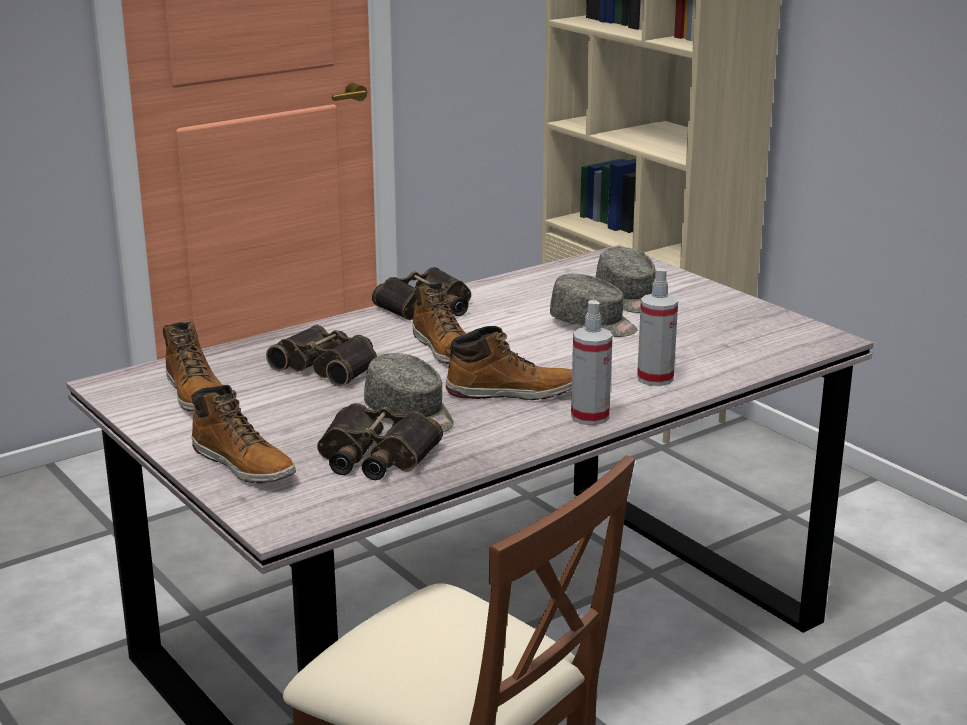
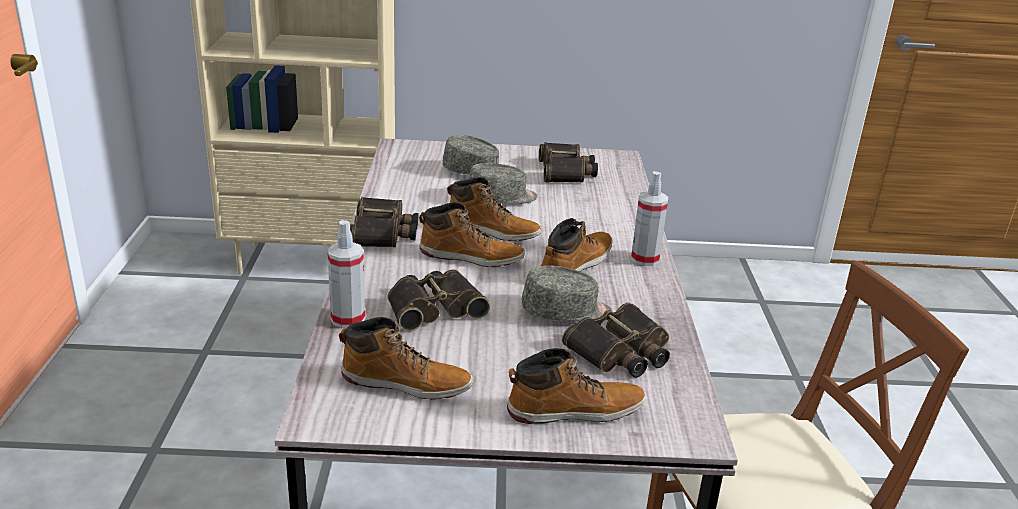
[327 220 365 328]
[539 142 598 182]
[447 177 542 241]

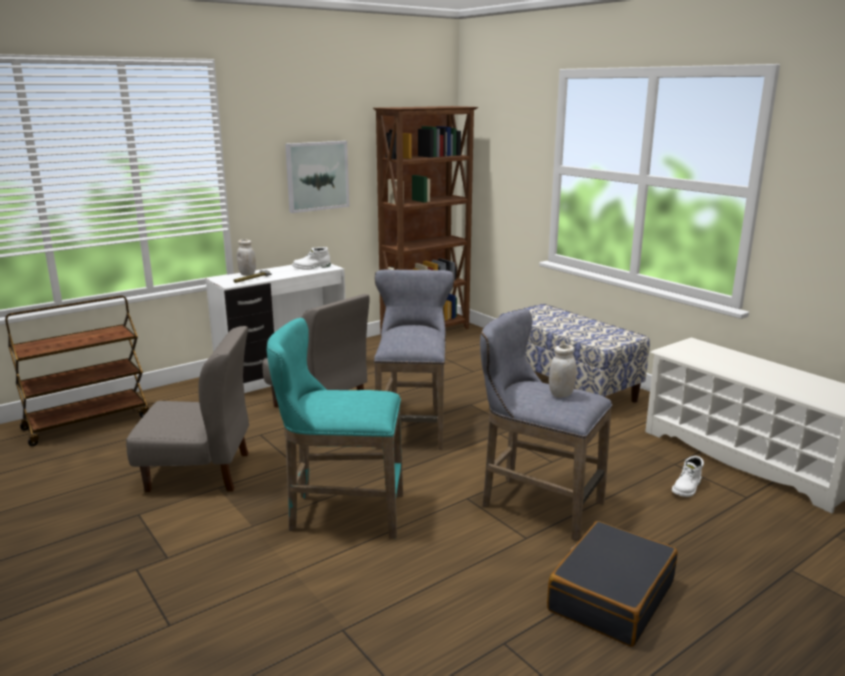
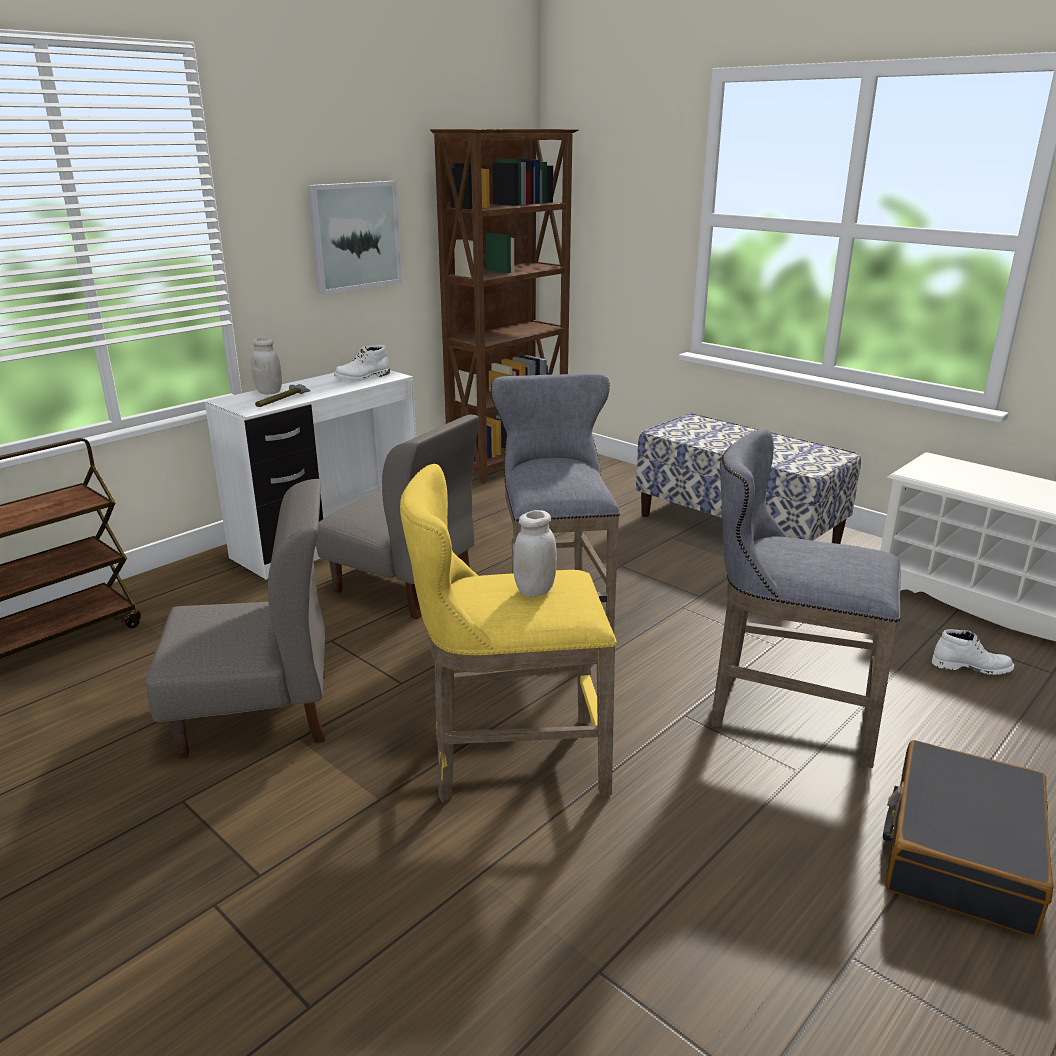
[400 464 617 802]
[513 510 557 597]
[932 629 1014 675]

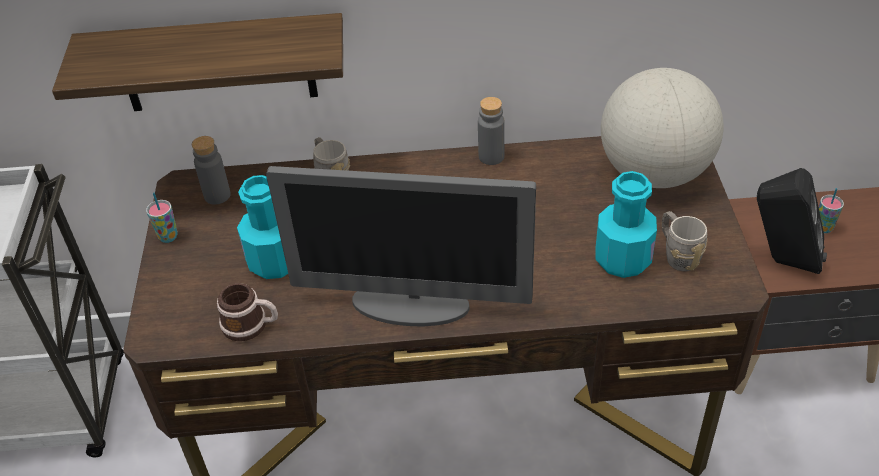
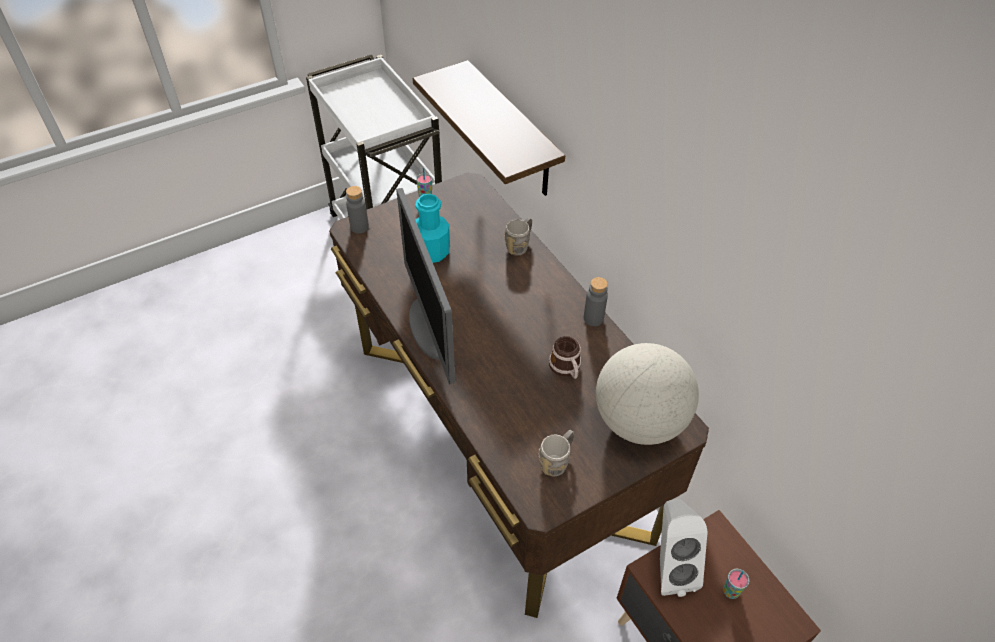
[346 186 369 233]
[660 499 708 597]
[595 171 657 278] (first image)
[549 336 581 379]

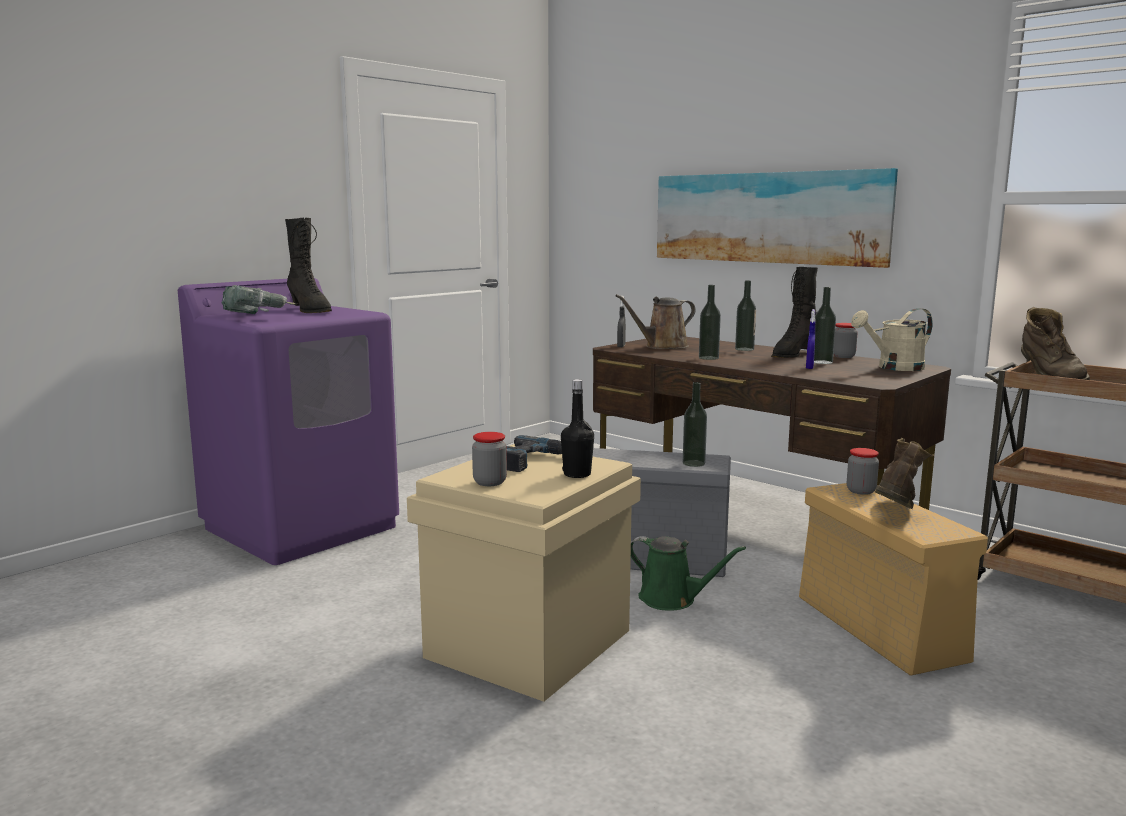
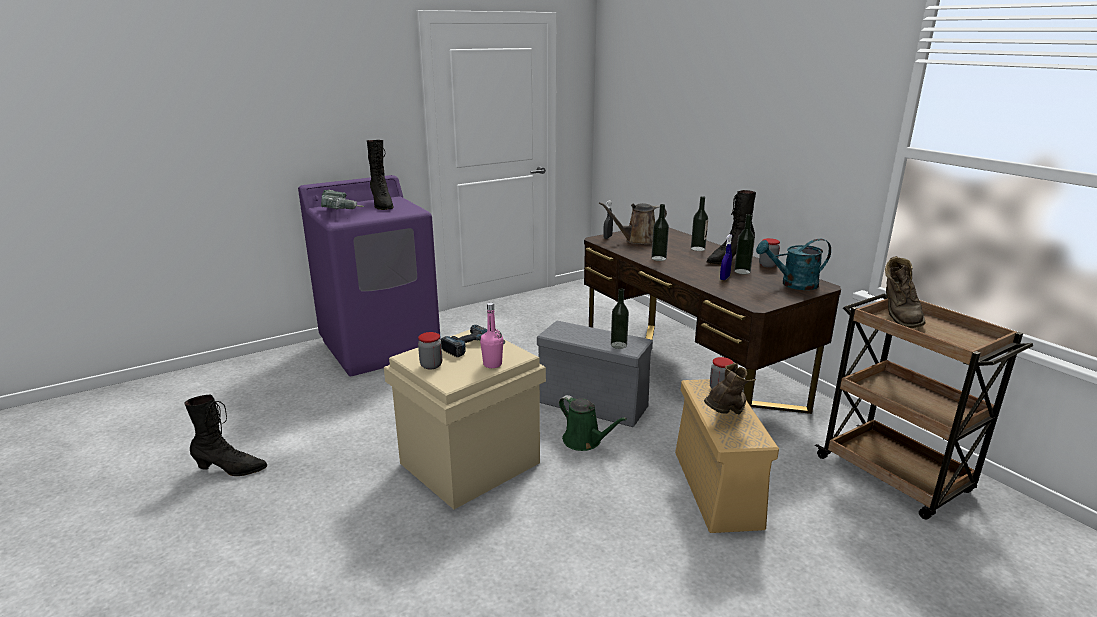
[657 168 898 268] (first image)
[756 239 831 290]
[480 302 503 368]
[185 395 267 476]

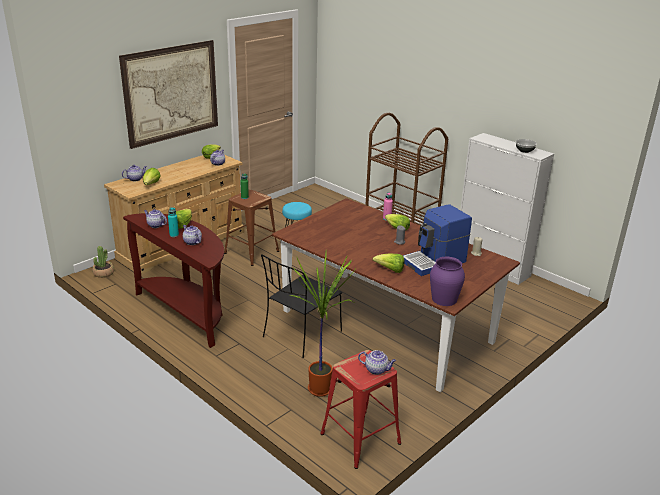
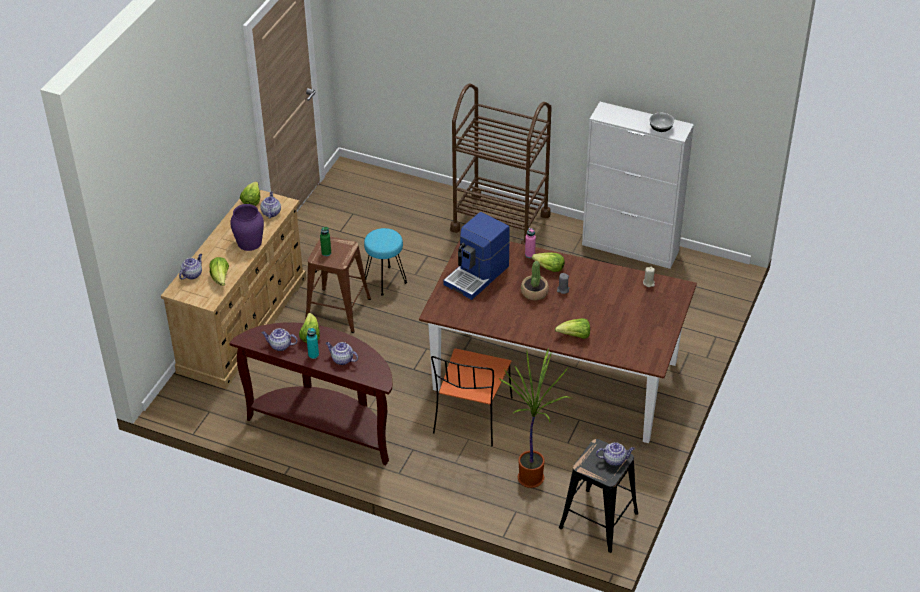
[119 40 218 149] (first image)
[443 212 510 300]
[521 261 549 300]
[431 348 512 447]
[230 204 264 251]
[559 439 638 553]

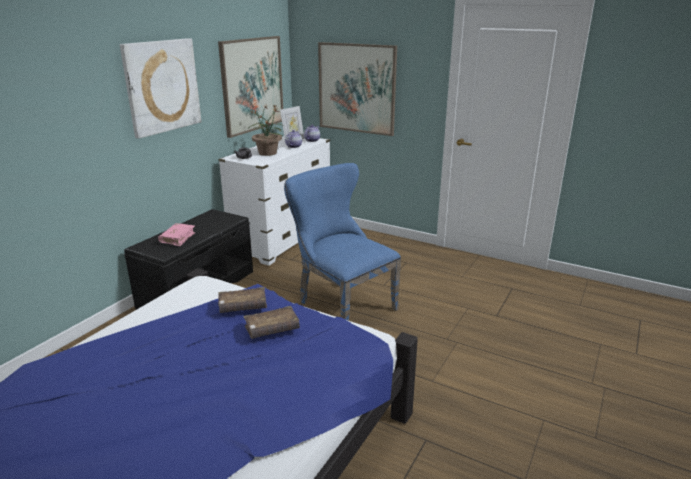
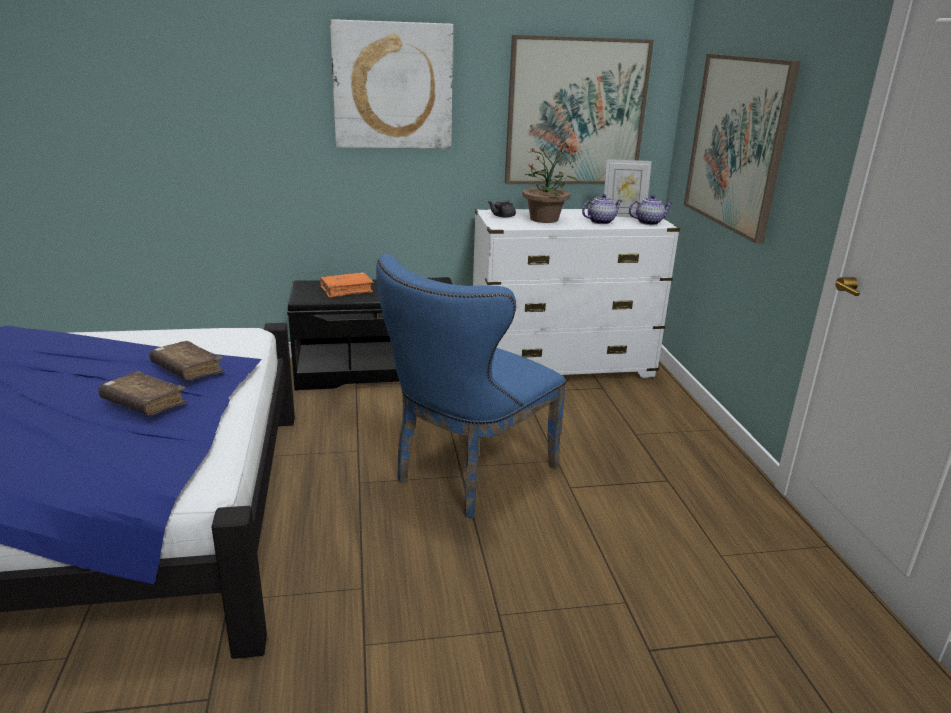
[376 254 566 518]
[320 272 374 298]

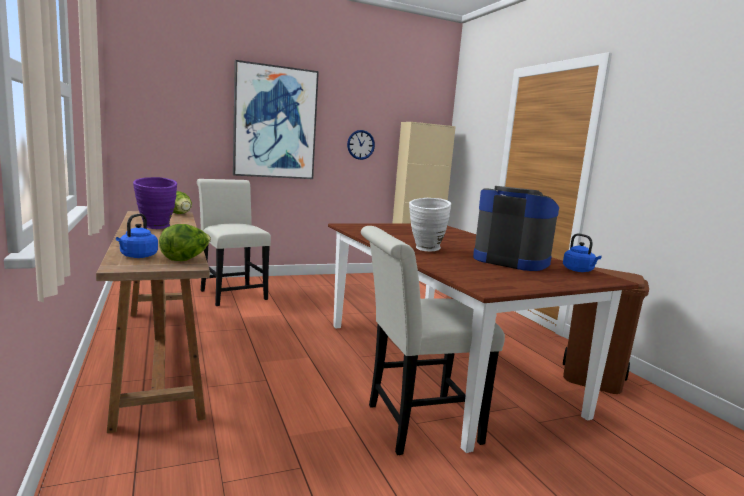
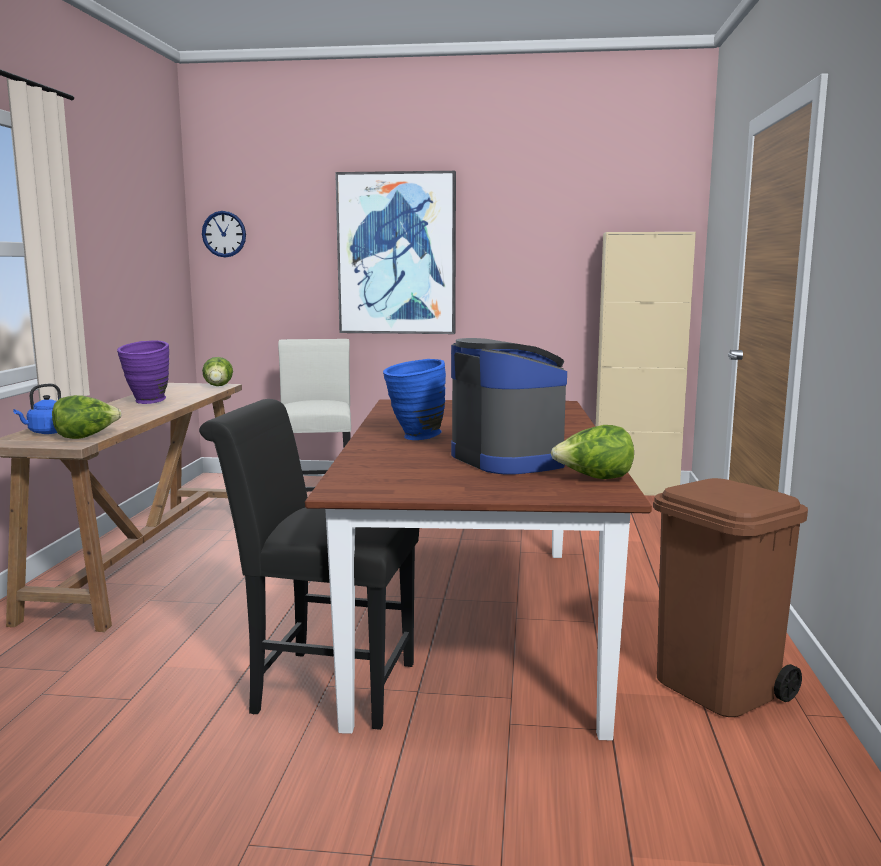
[202 211 246 257]
[383 359 446 440]
[199 399 419 730]
[551 425 634 479]

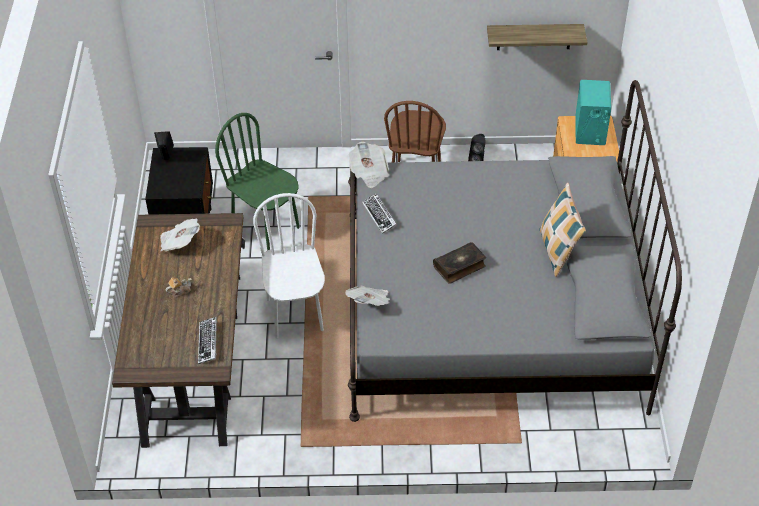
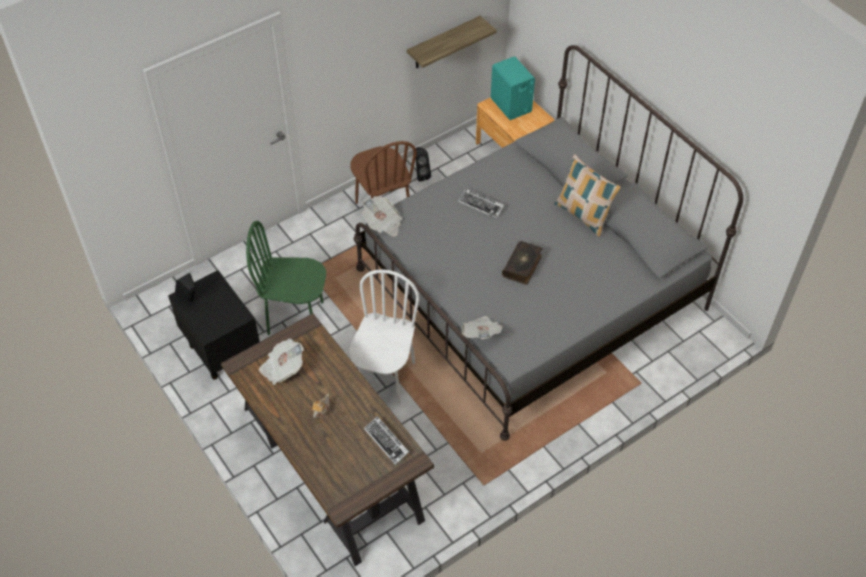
[349 269 420 404]
[458 188 504 219]

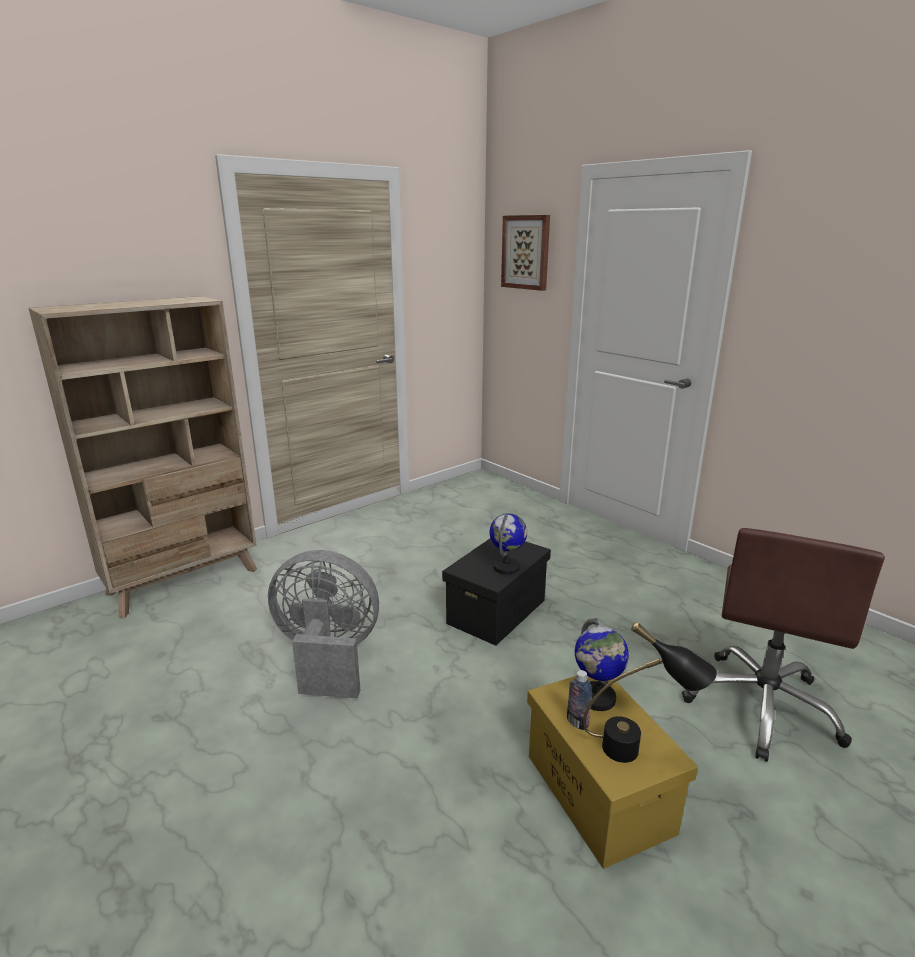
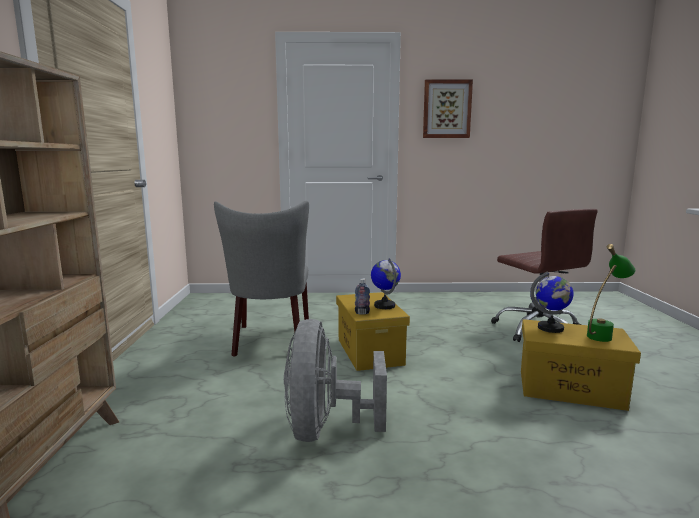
[423 79 473 138]
[336 292 410 371]
[284 319 387 442]
[587 244 635 342]
[355 278 370 315]
[214 201 309 357]

